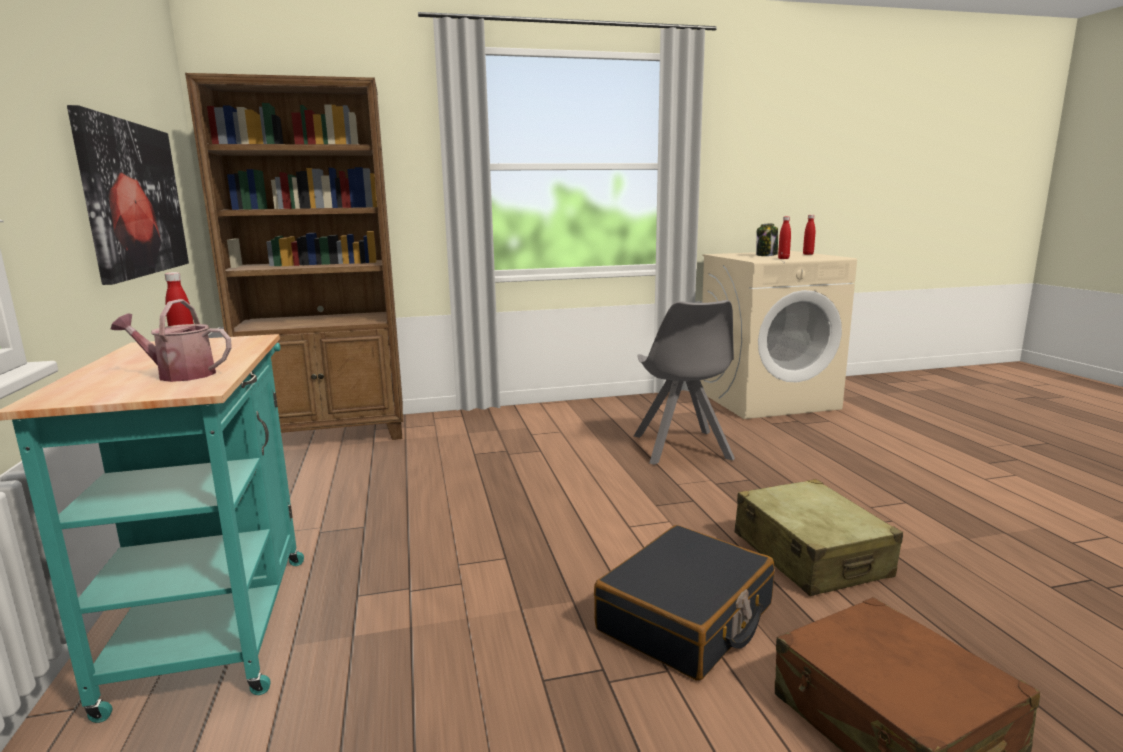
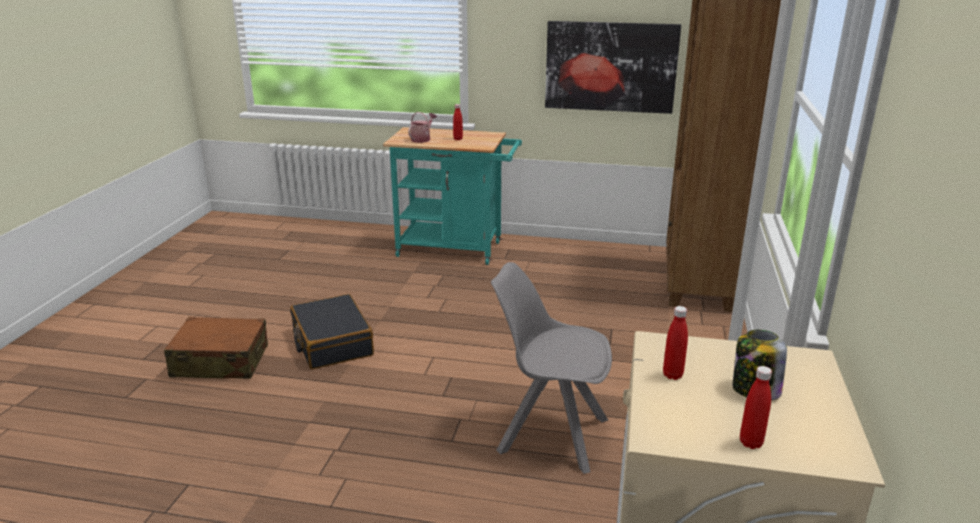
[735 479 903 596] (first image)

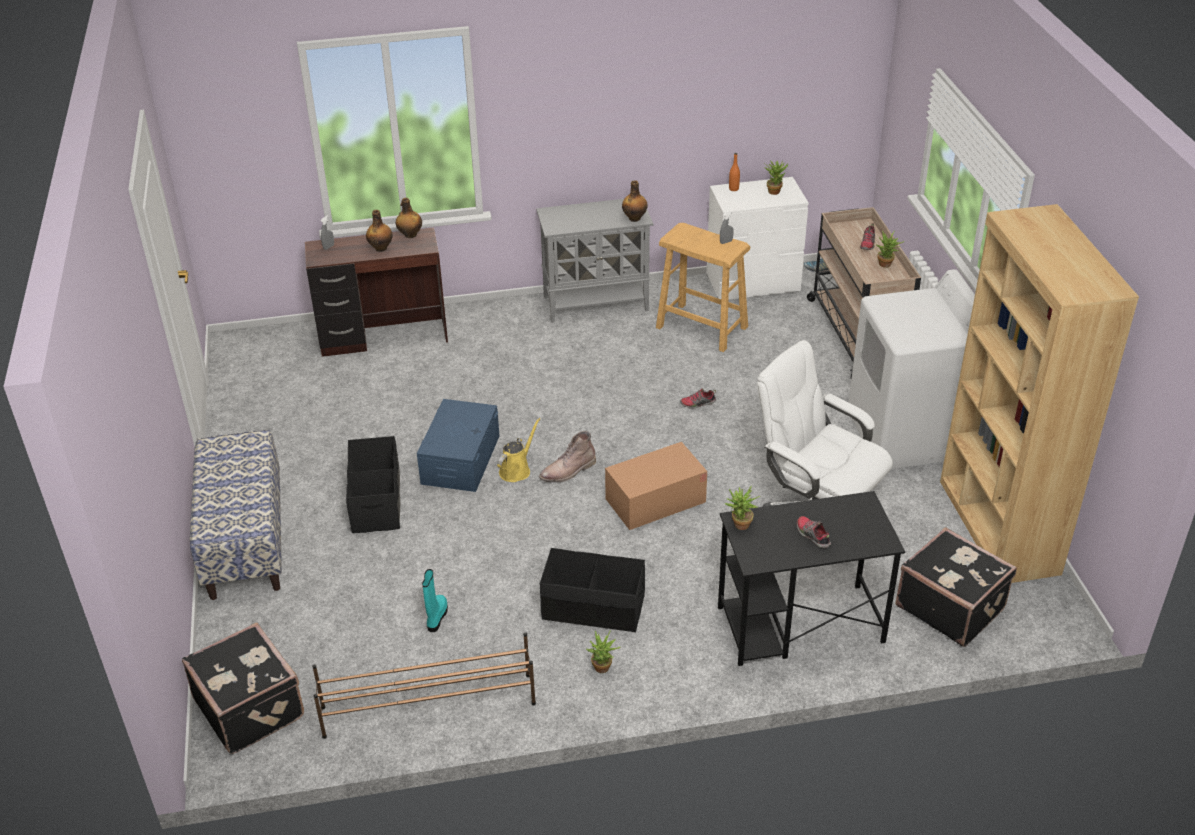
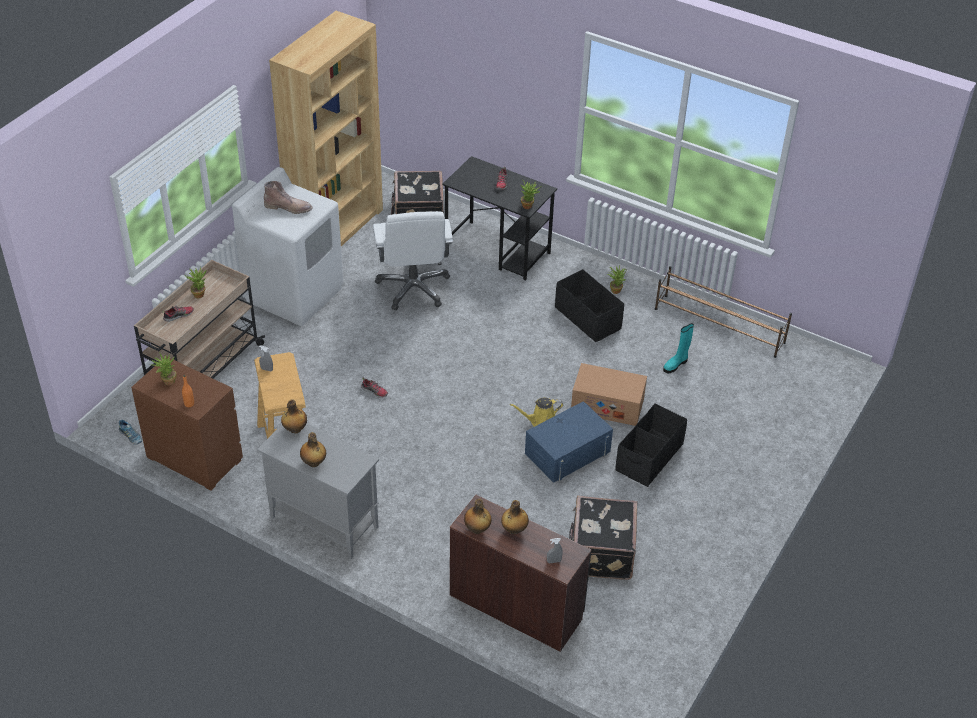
[131 357 243 491]
[190 430 282 600] (first image)
[264 181 313 214]
[571 363 647 426]
[569 496 637 580]
[300 432 326 467]

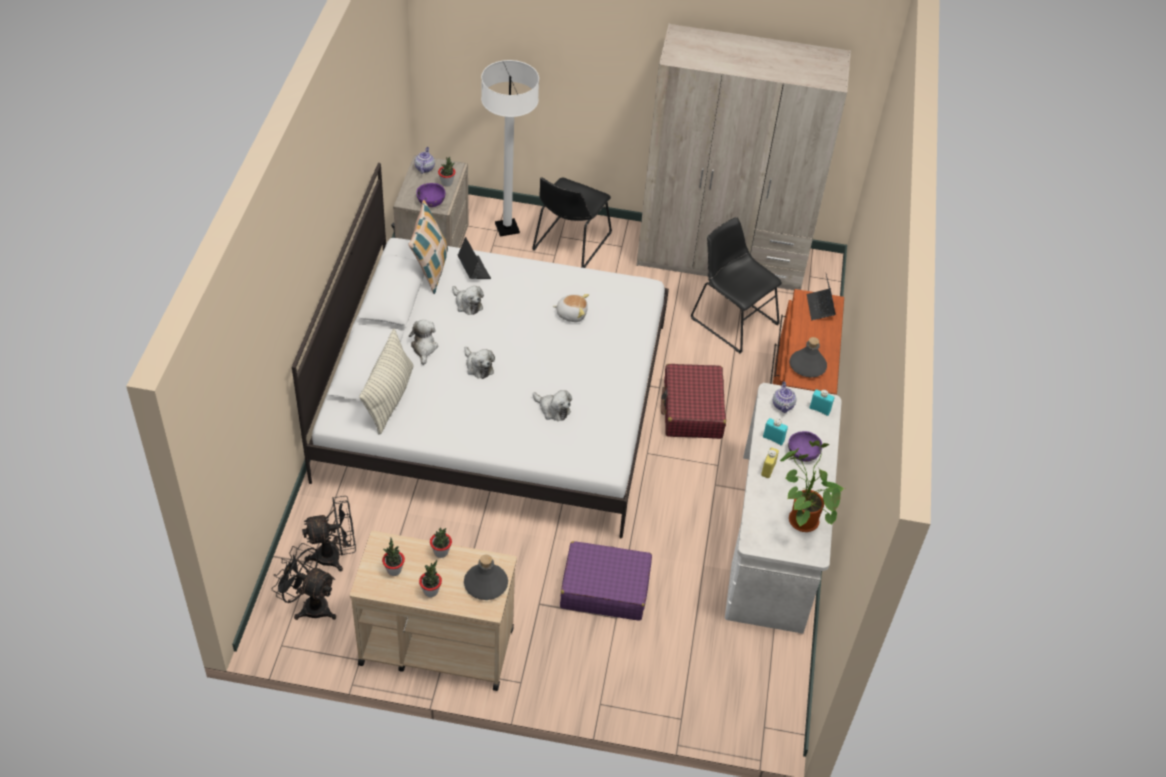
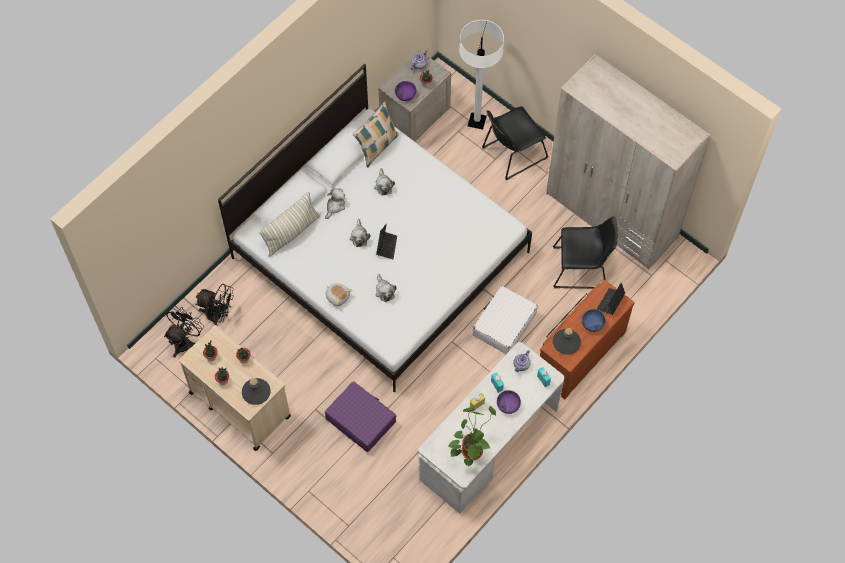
[553 216 618 289]
[376 224 397 259]
[326 283 353 306]
[472 286 538 354]
[164 305 204 358]
[582 309 606 332]

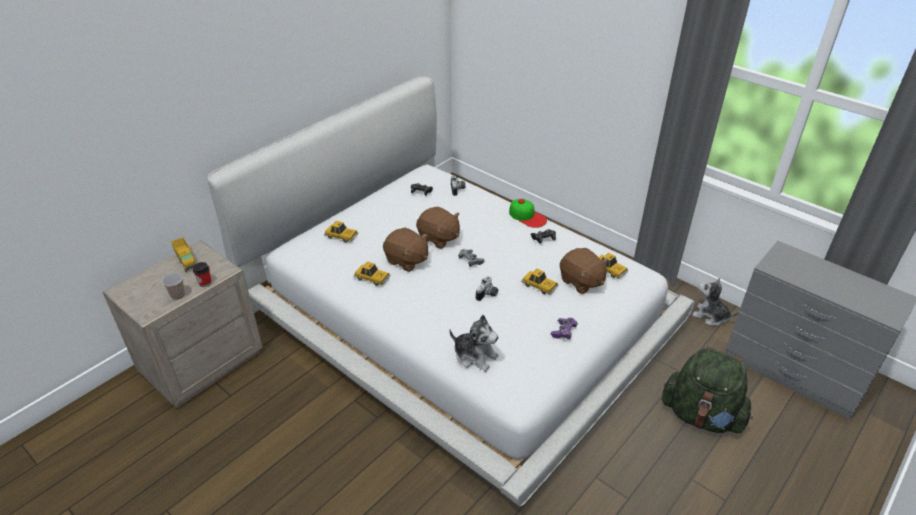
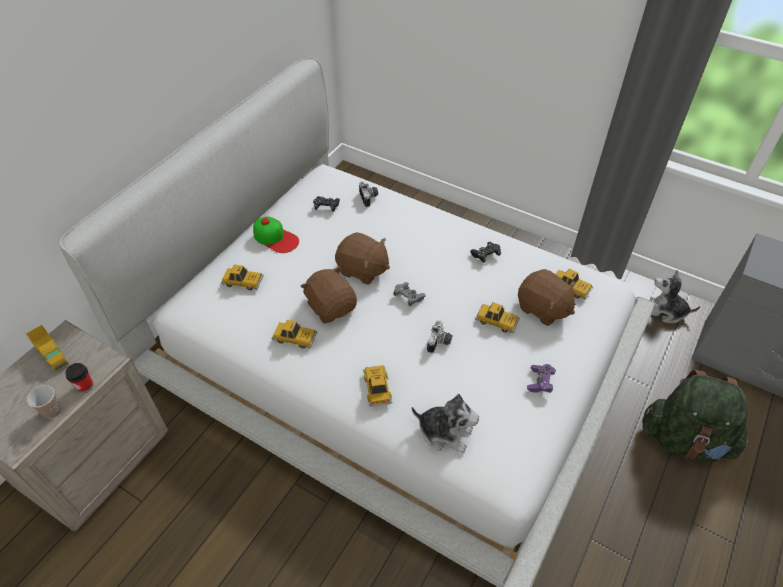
[253 217 299 253]
[300 266 357 324]
[363 365 392 407]

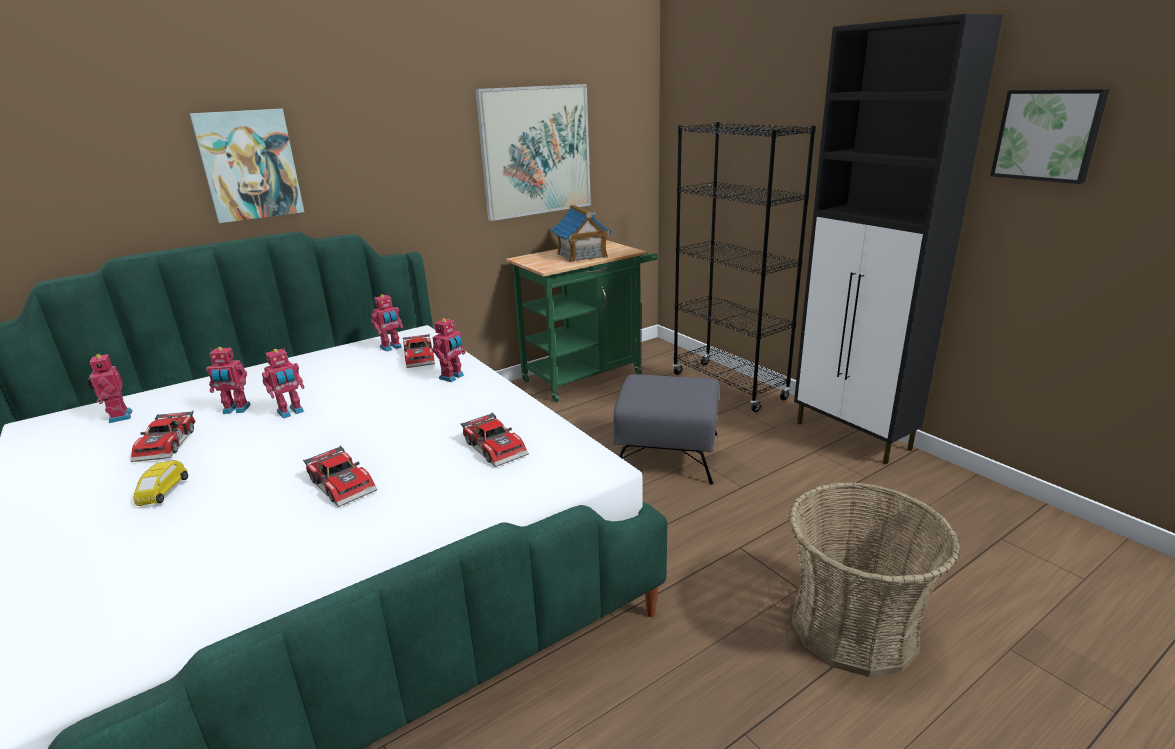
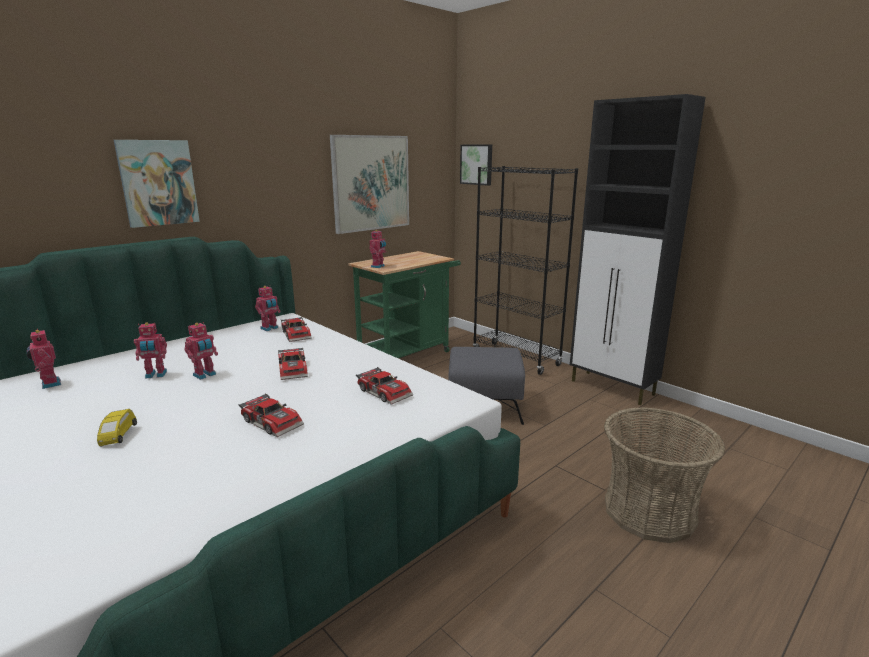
[460 145 492 186]
[551 205 612 263] (first image)
[369 230 386 268]
[278 348 308 380]

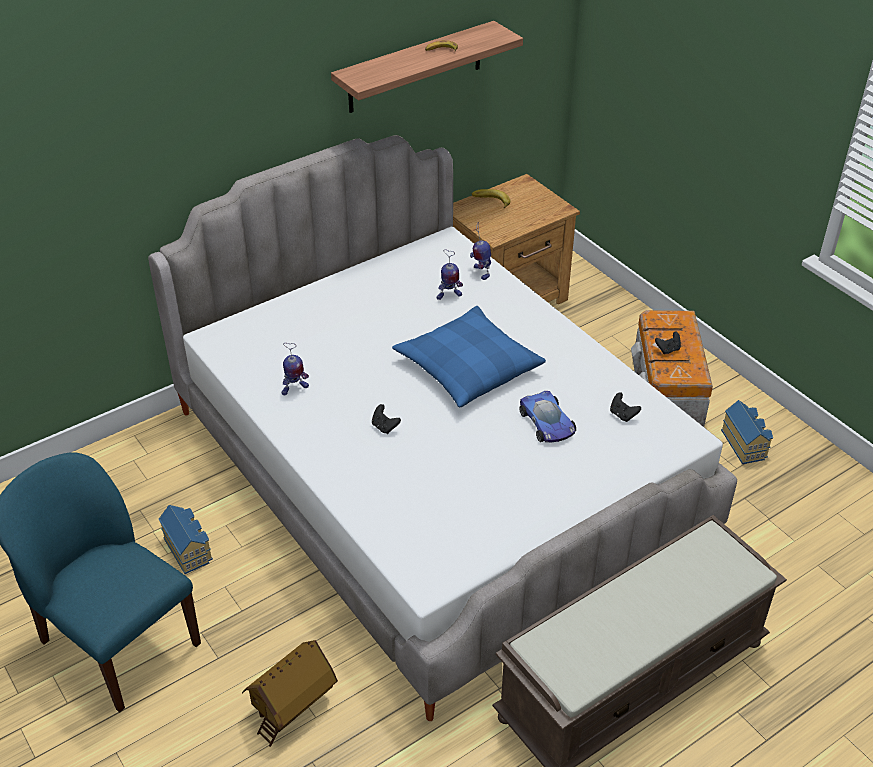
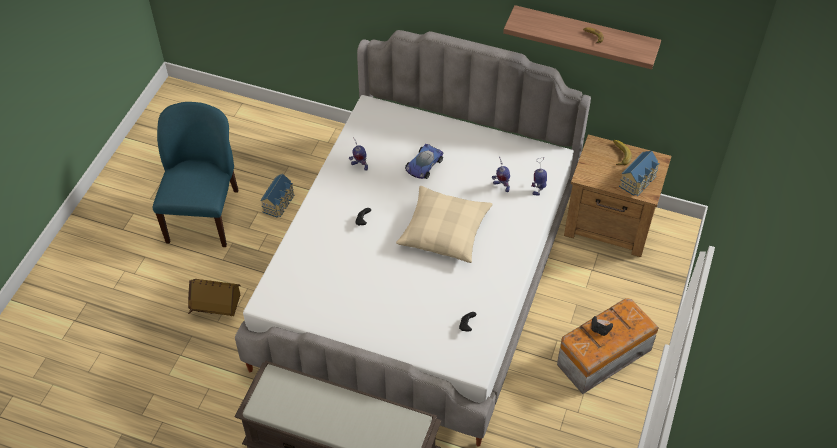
[396 186 493 263]
[405 144 443 179]
[619 151 660 196]

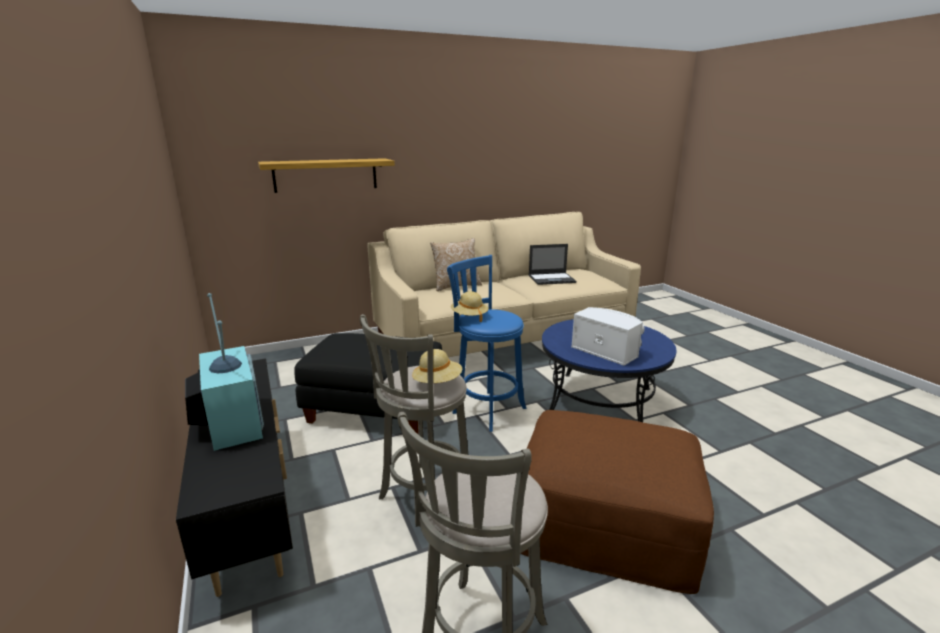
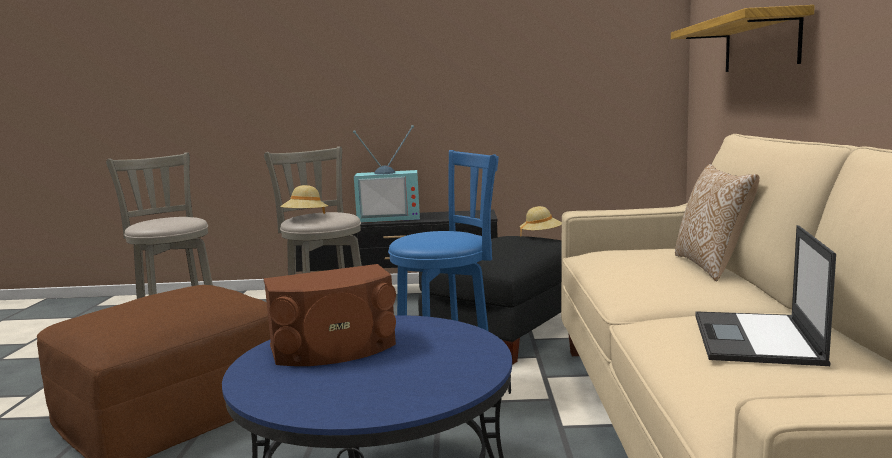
[520 206 562 237]
[264 264 396 366]

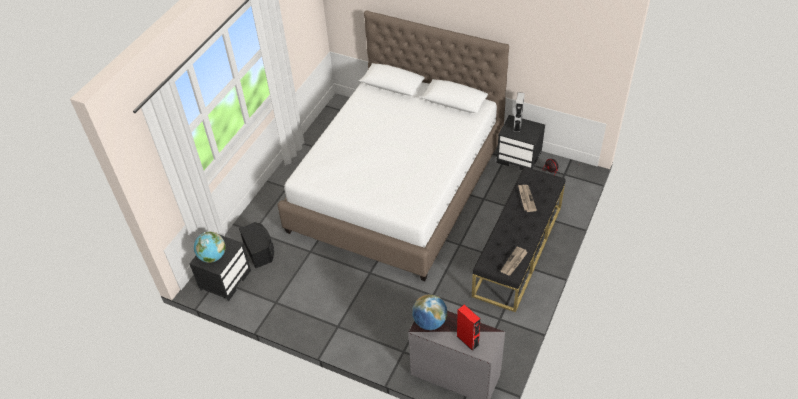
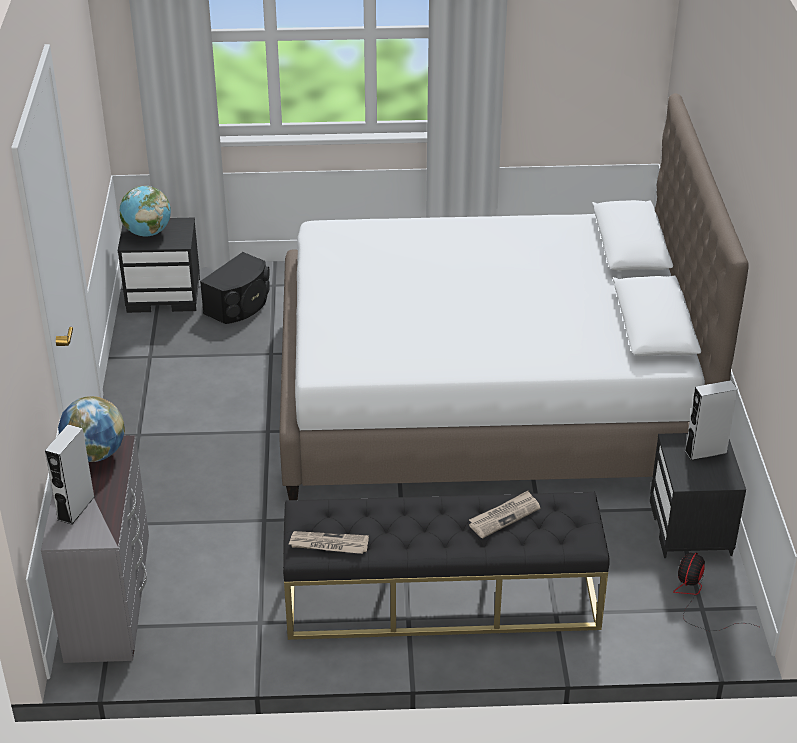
[45 424 95 524]

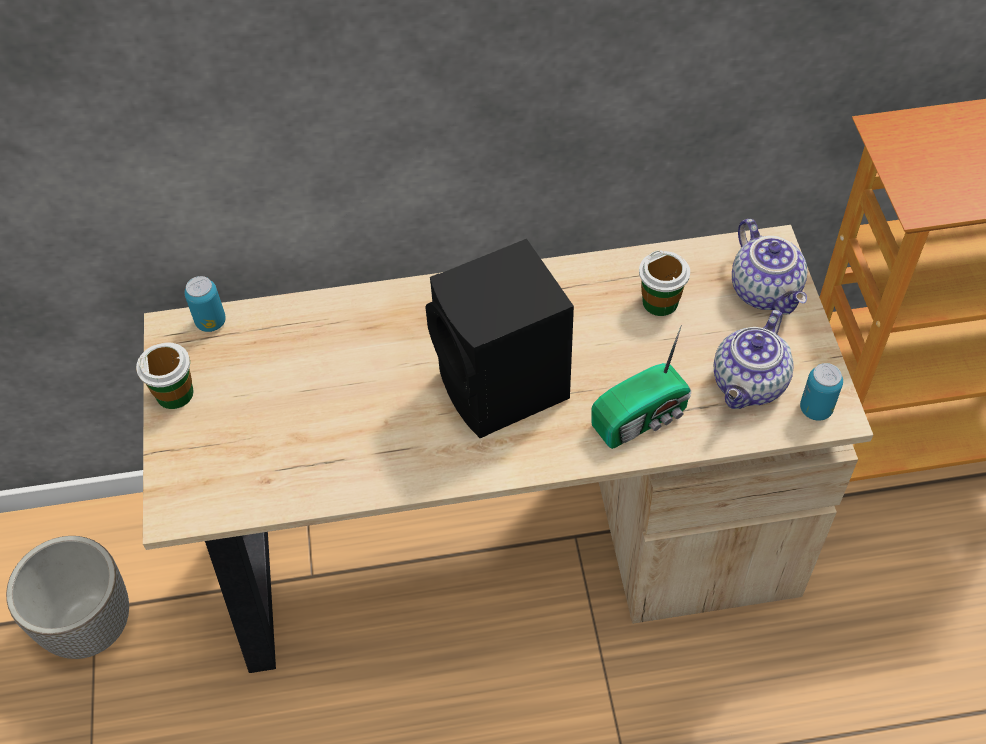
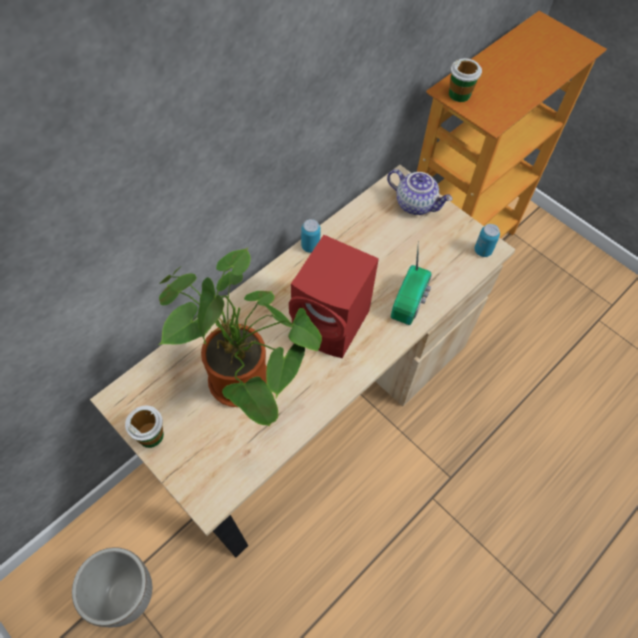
[289 235 379 358]
[449 58 482 102]
[301 219 321 253]
[714 310 794 409] (first image)
[158 248 322 427]

